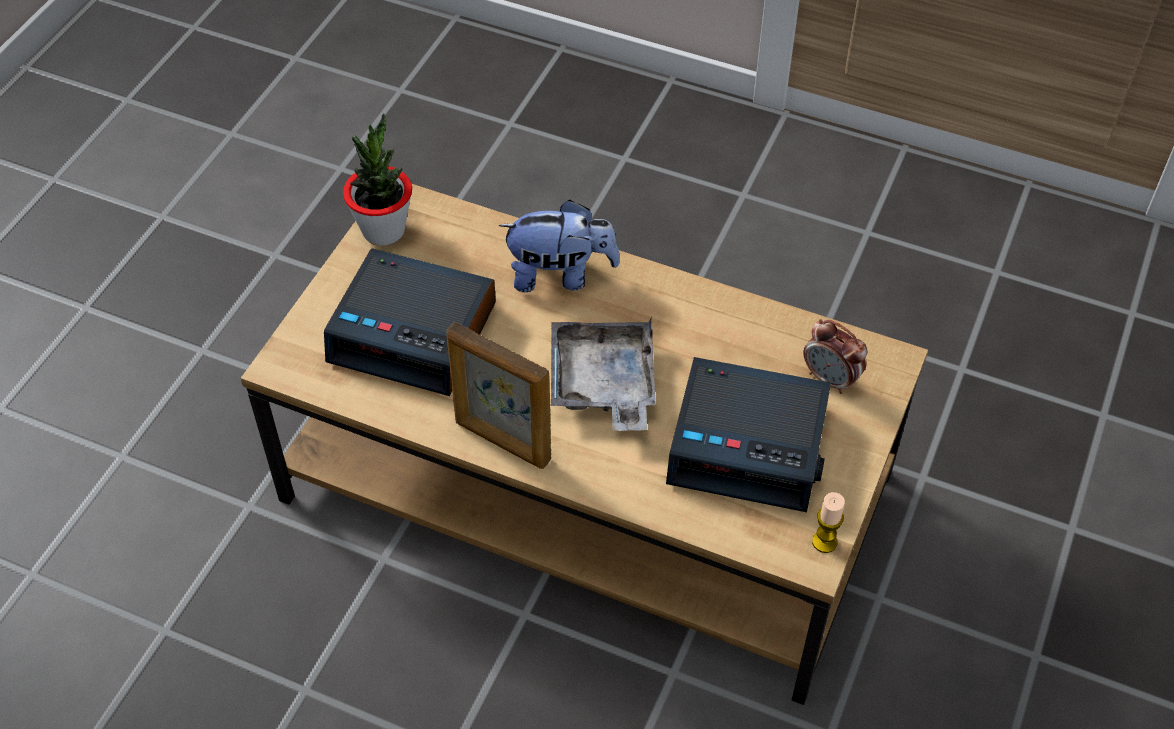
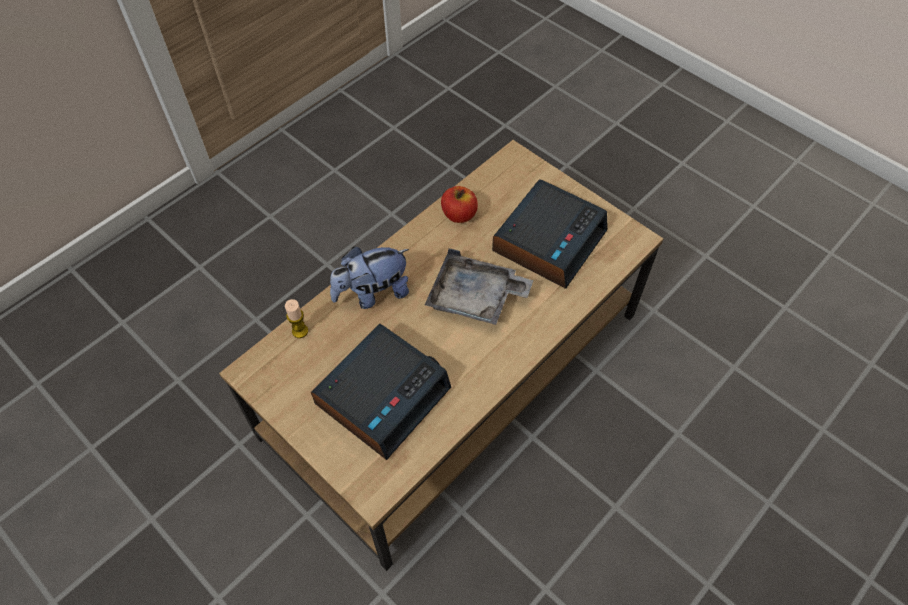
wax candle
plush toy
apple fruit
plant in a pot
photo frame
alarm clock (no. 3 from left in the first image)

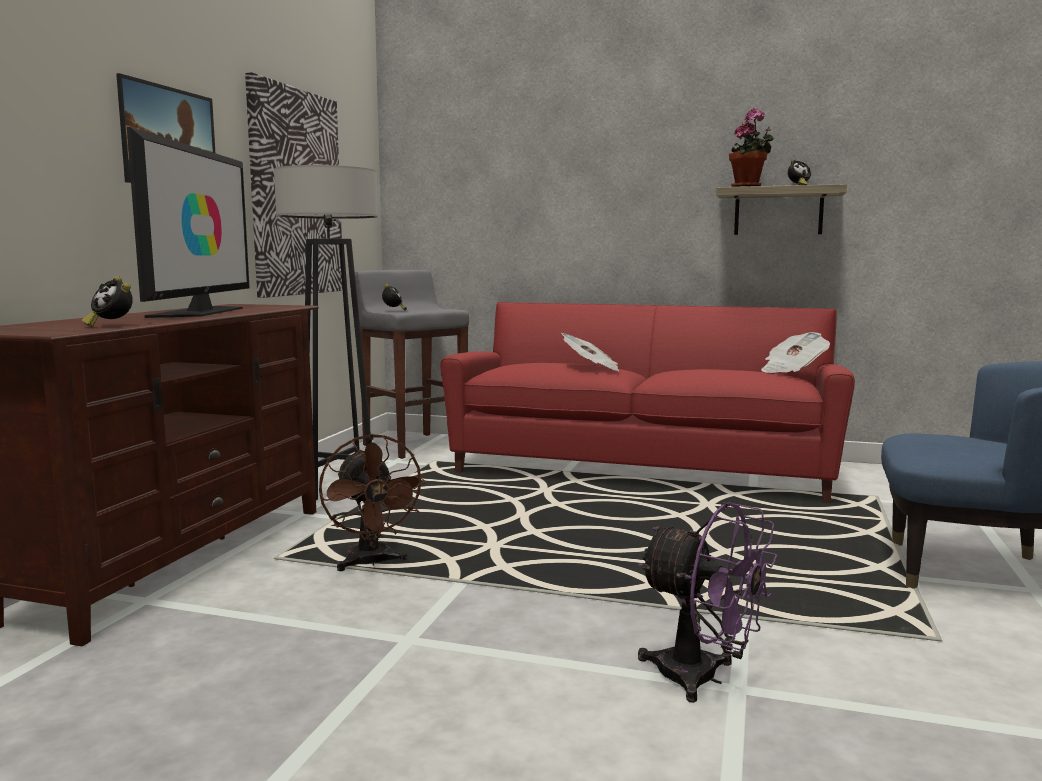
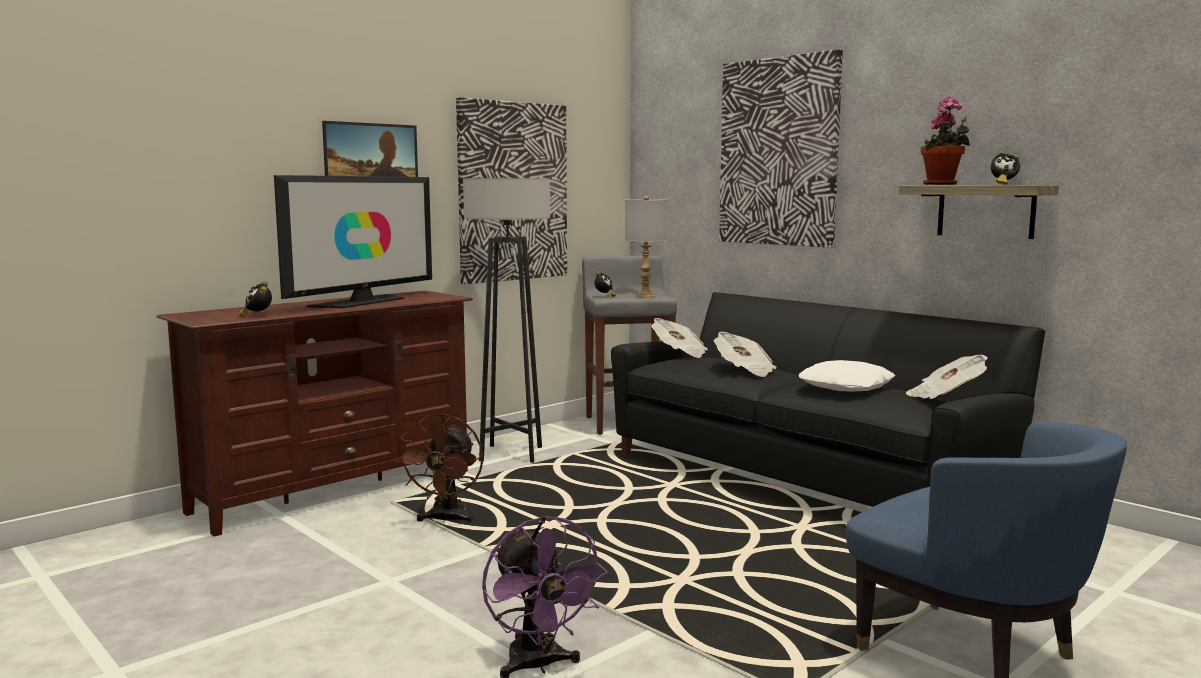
black sofa
grey lamp for a table
printed paper (no. 1 from left)
wall picture (no. 3 from left)
white throw pillow

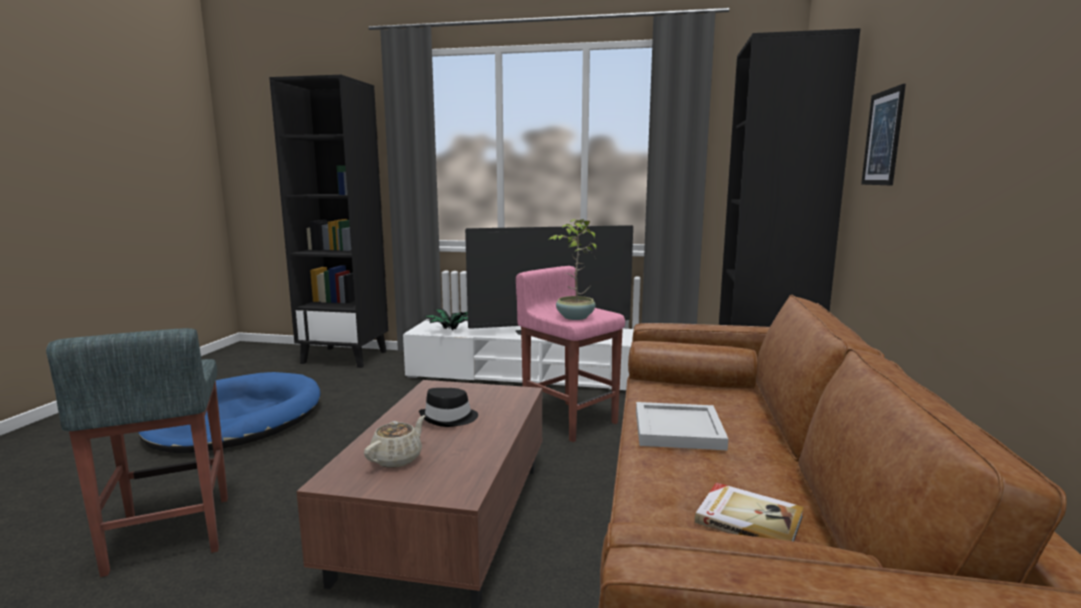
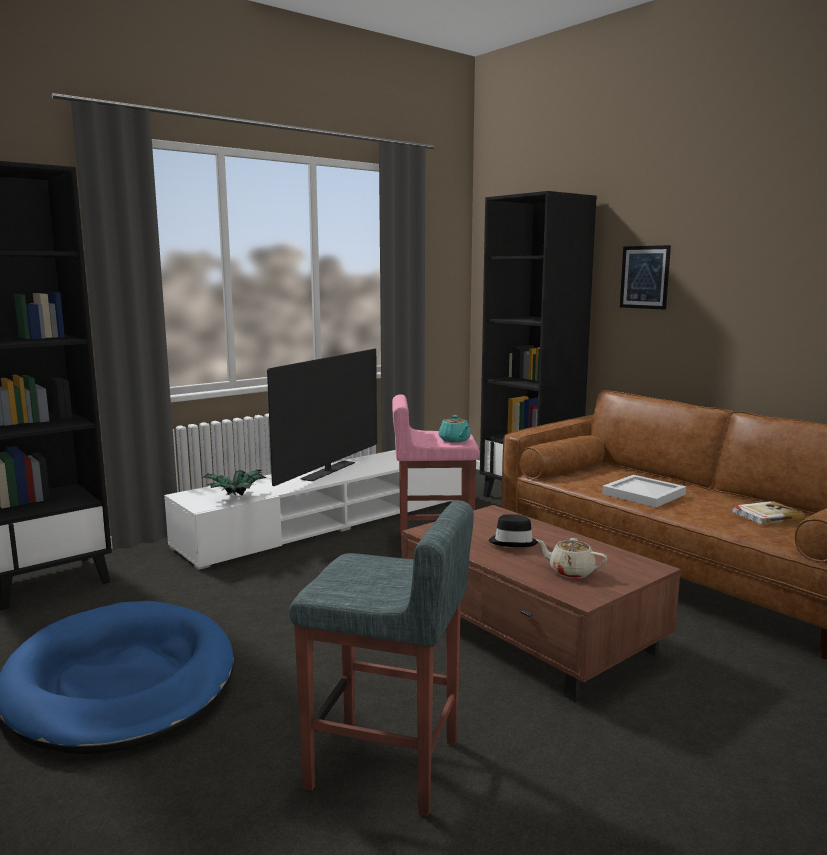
turquoise pot for tea
sand-coloured pot for tea

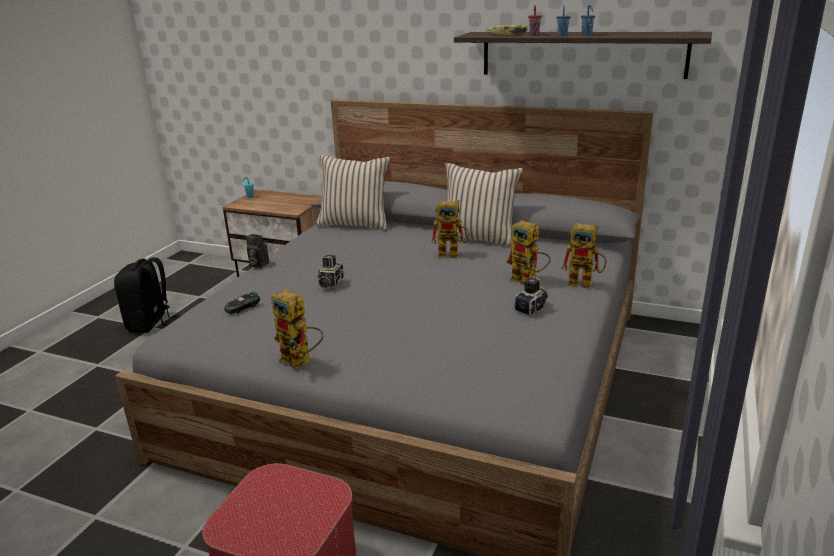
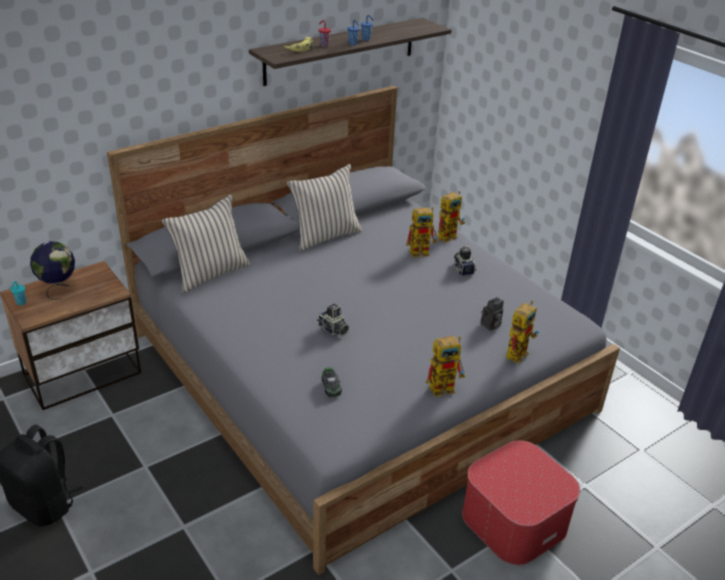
desk globe
still camera (no. 3 from left)
model robot (no. 4 from left)

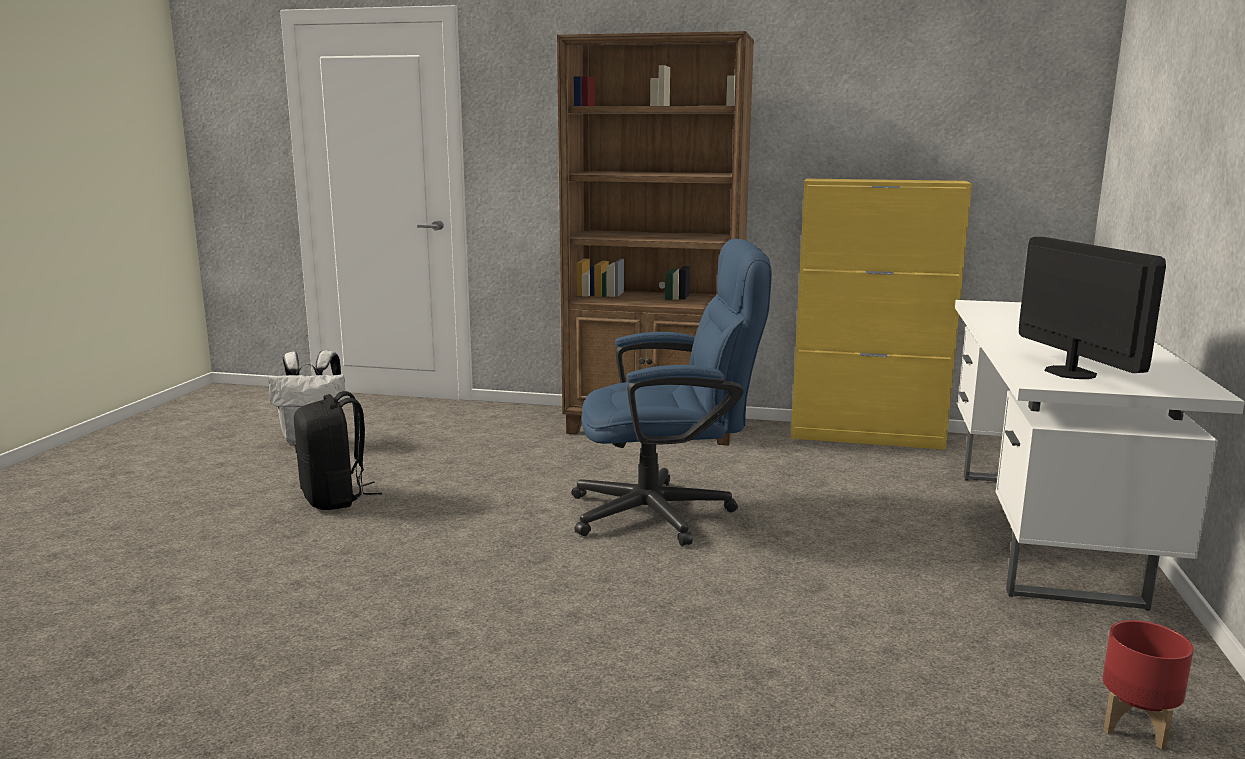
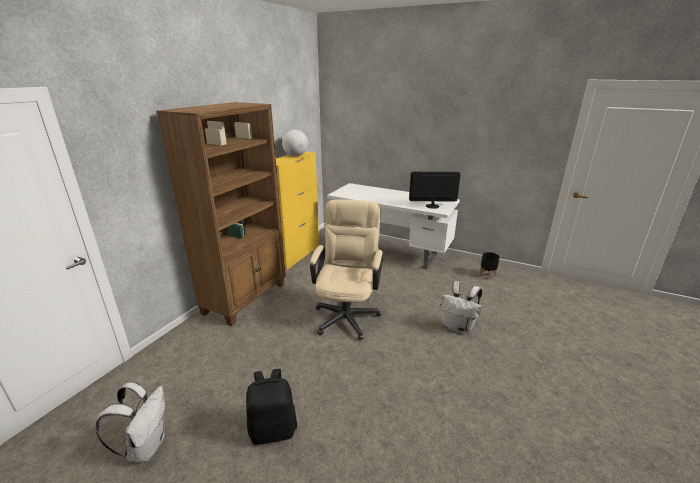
desk globe
sand-coloured desk chair
white backpack (no. 2 from left)
black flower pot

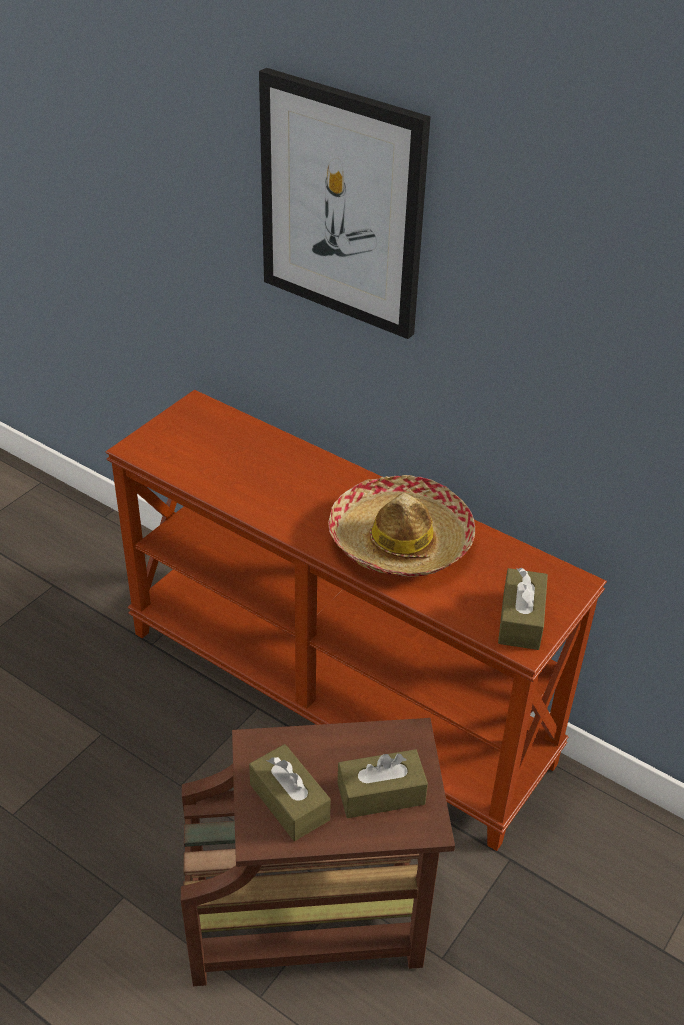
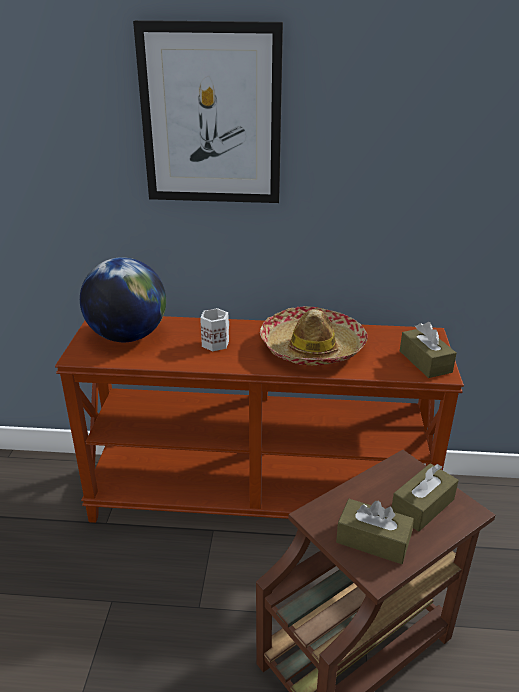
desk globe
white mug

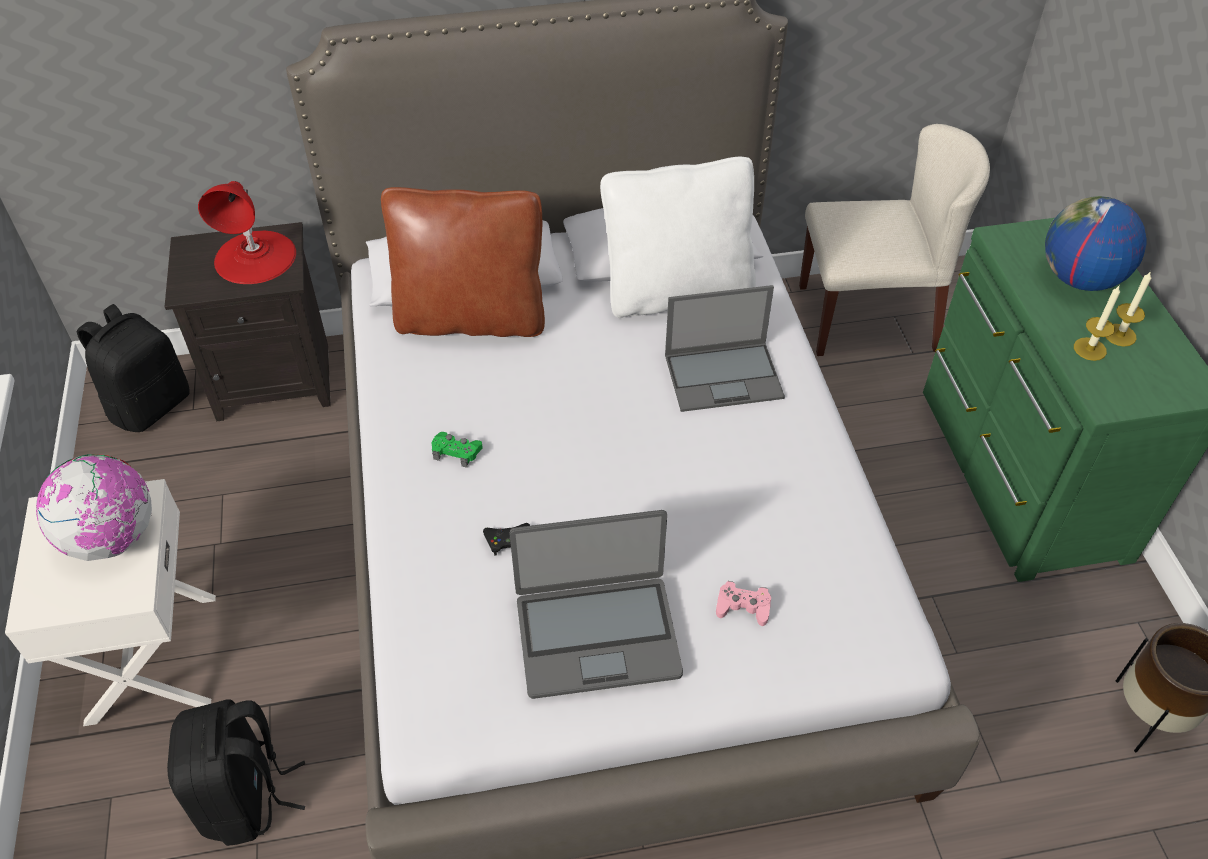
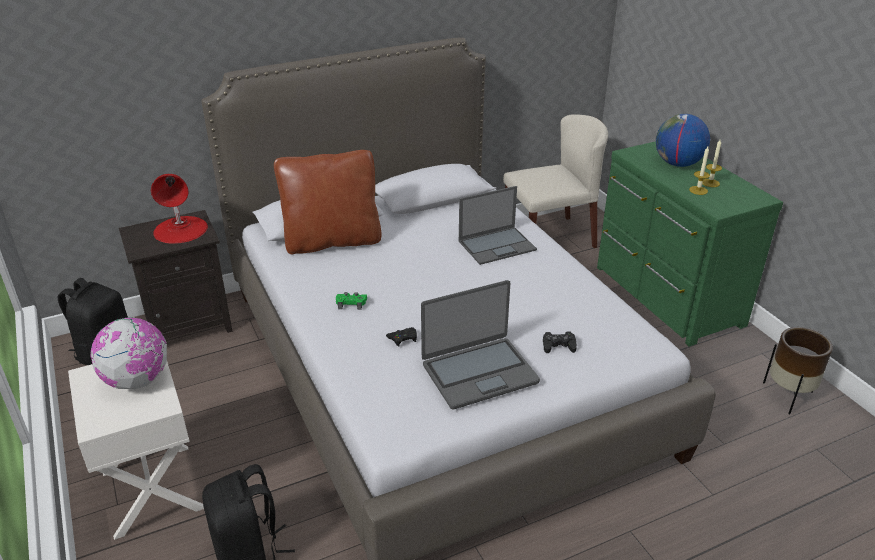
black joypad (no. 2 from left)
white throw pillow

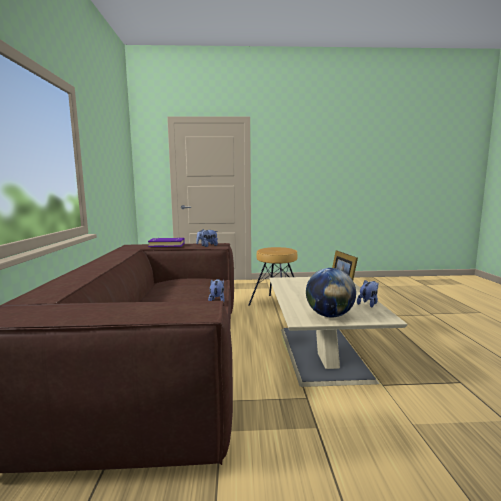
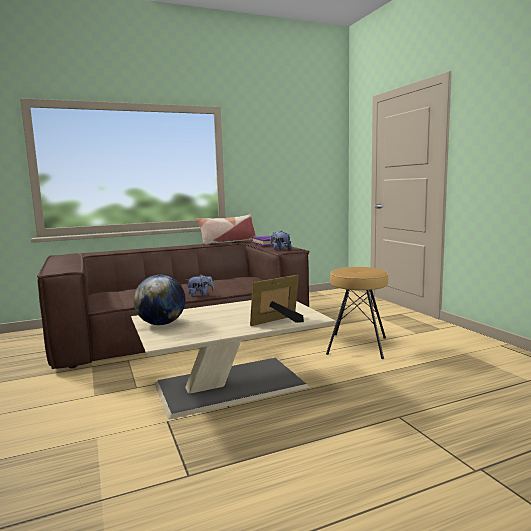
throw pillow
plush toy (no. 3 from left in the first image)

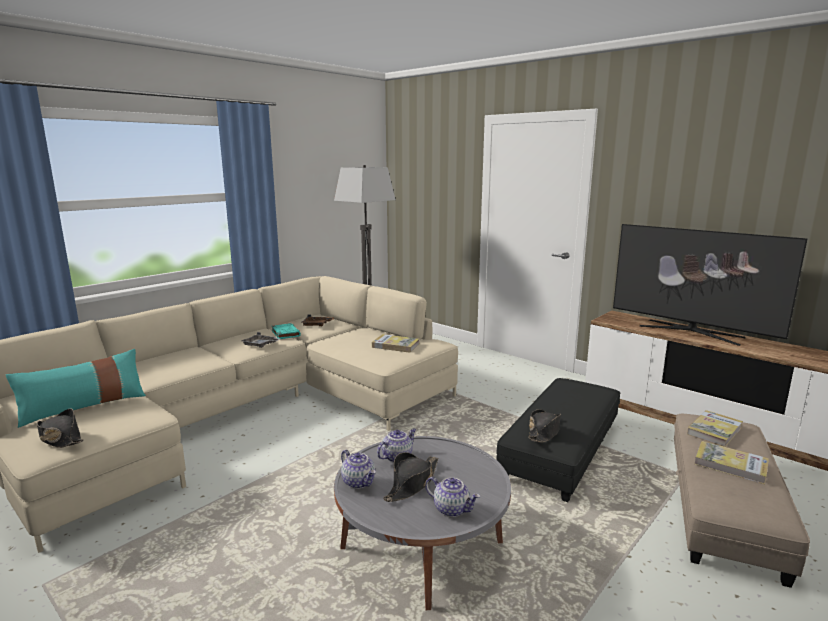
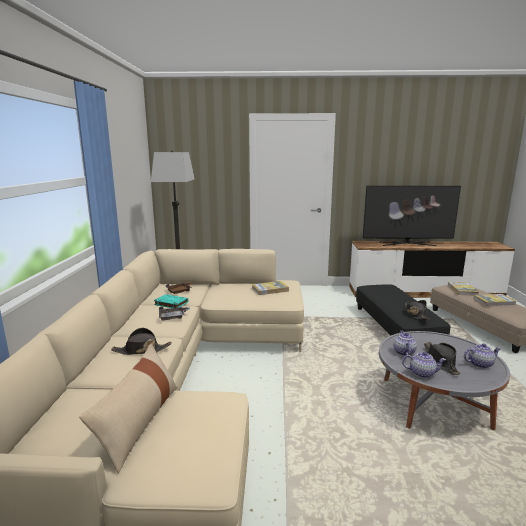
sand-coloured throw pillow
black hat (no. 1 from left)

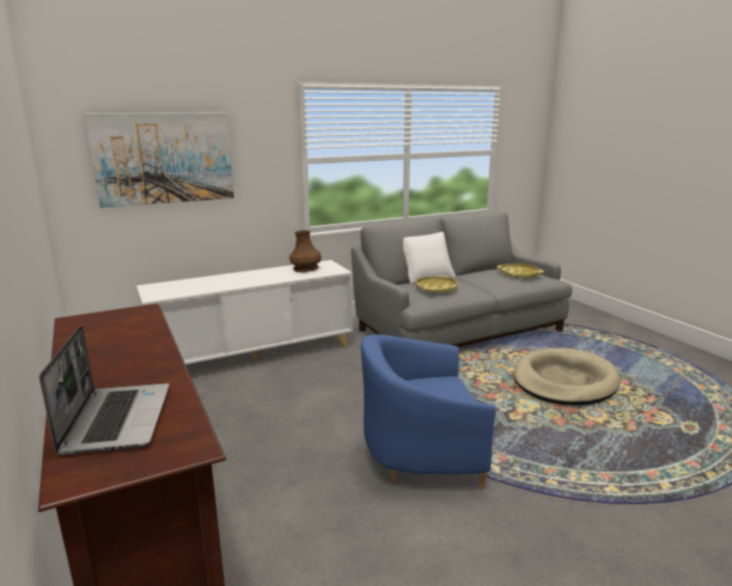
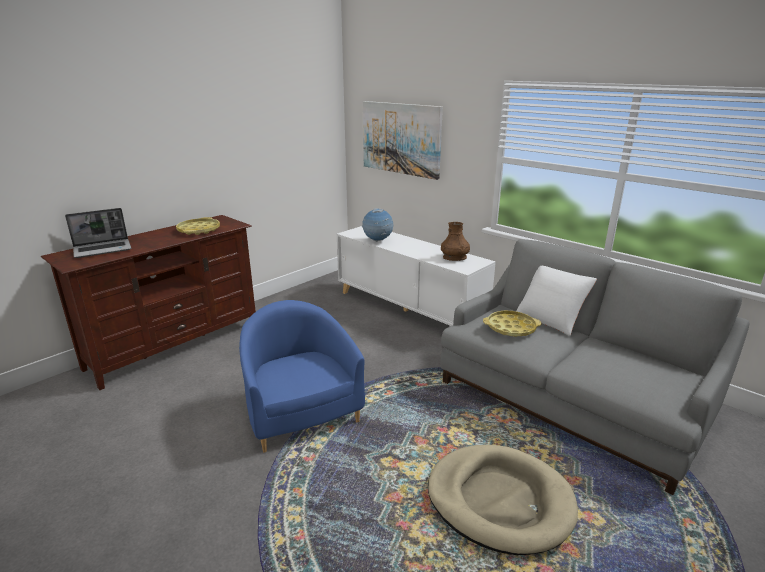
yellow carrying tray (no. 1 from left)
desk globe

